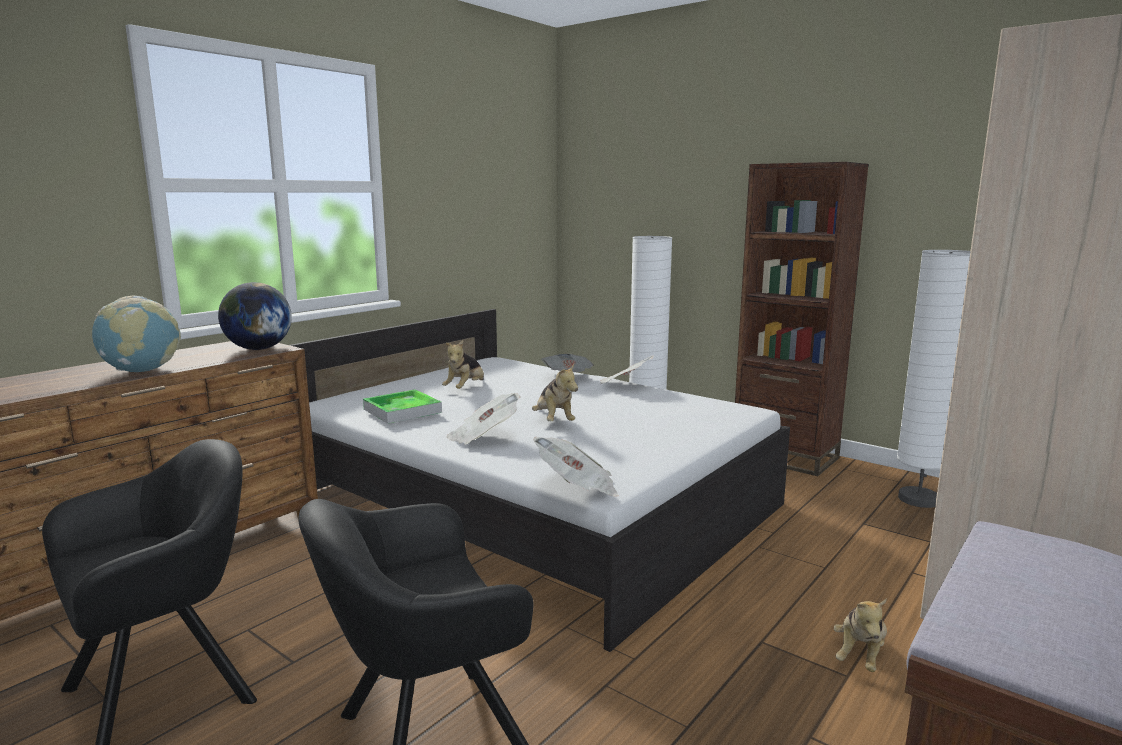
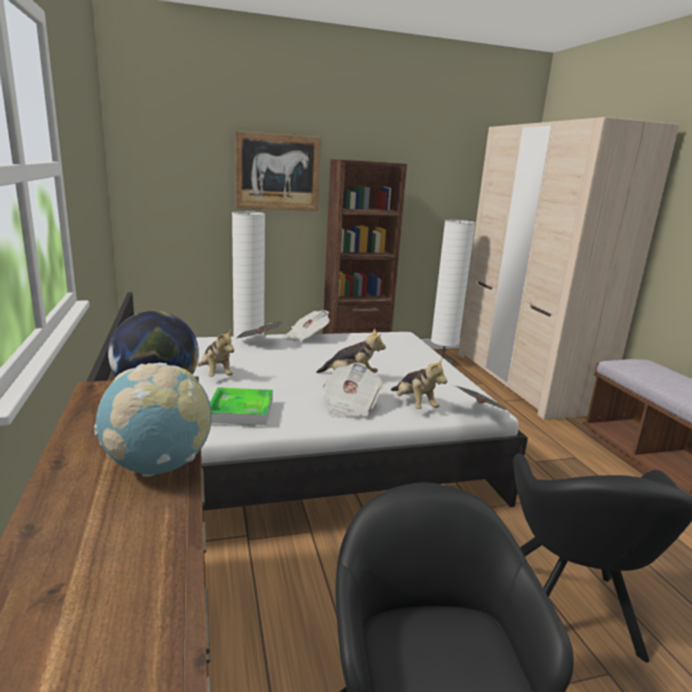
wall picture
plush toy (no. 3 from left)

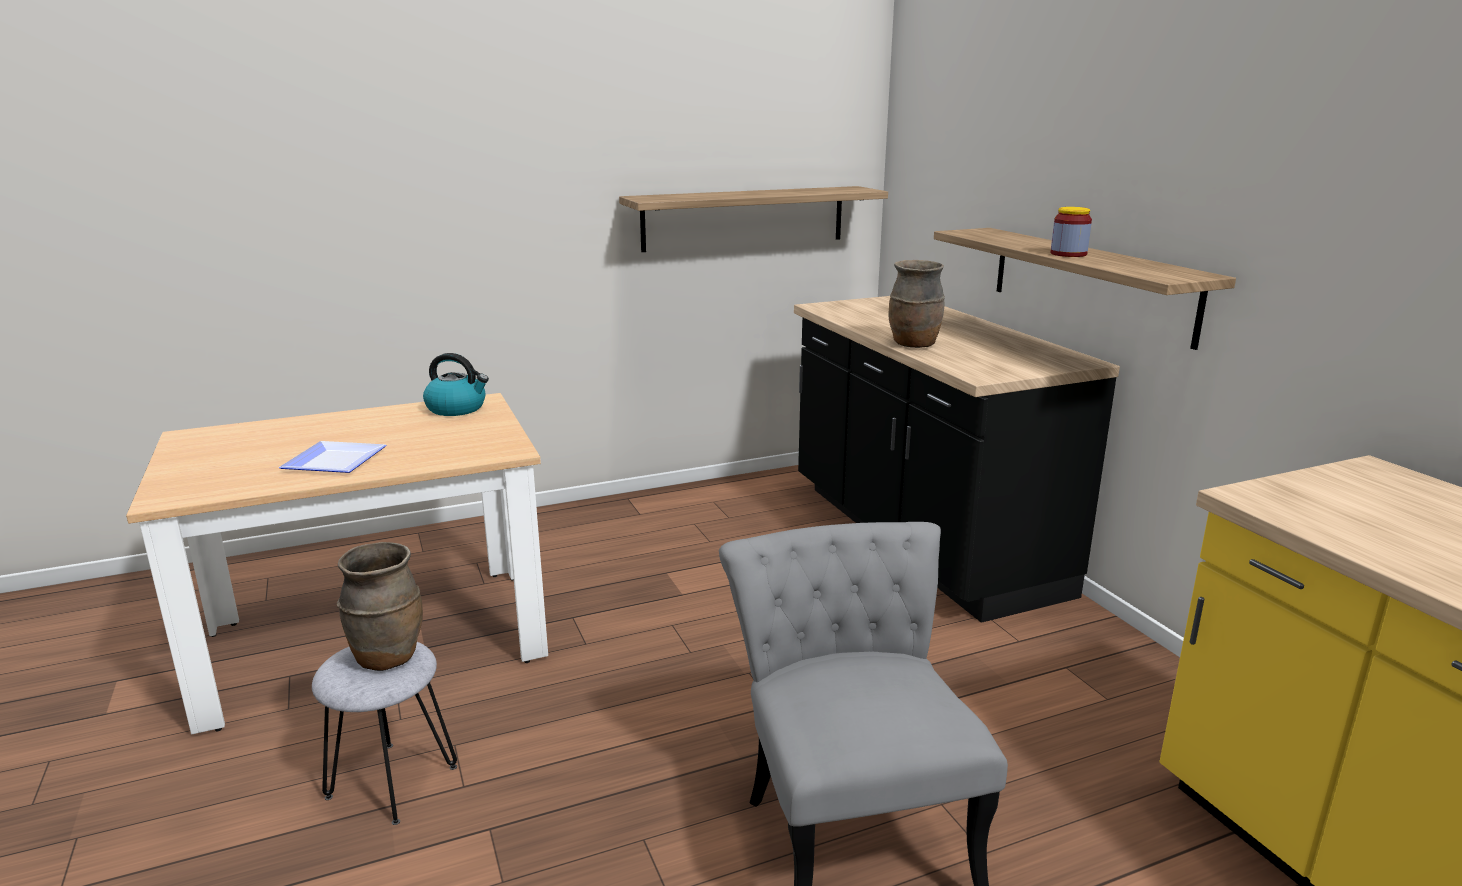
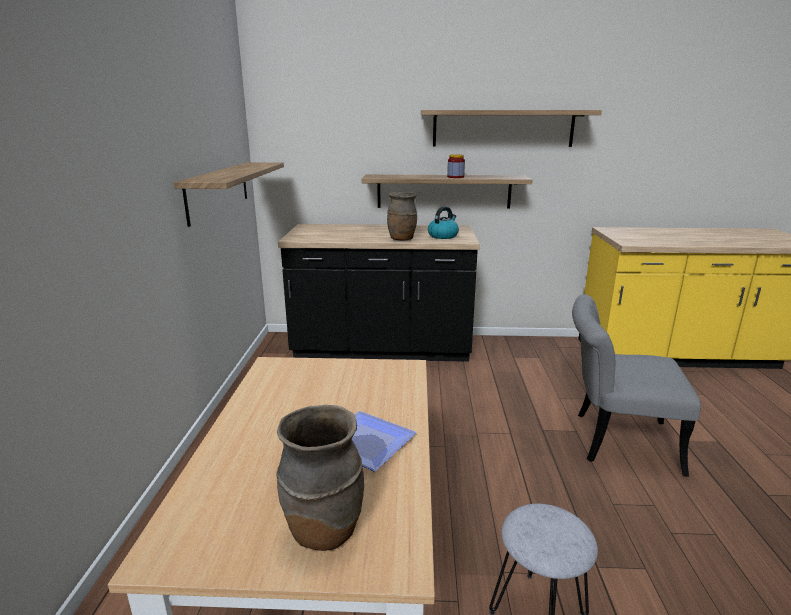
brown vase (no. 1 from left)
wall shelf (no. 3 from left)
kettle

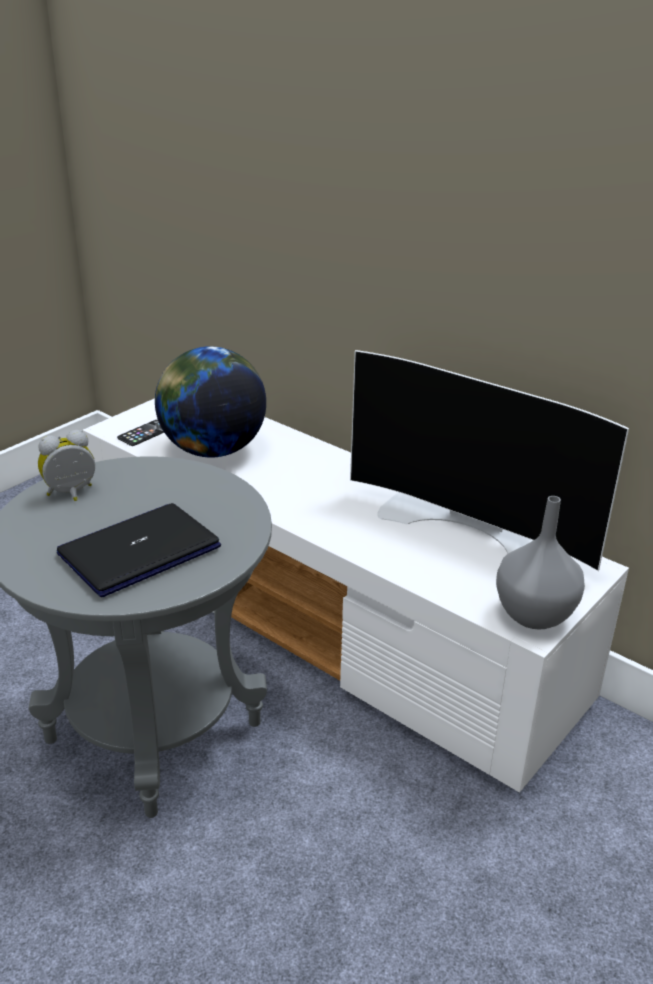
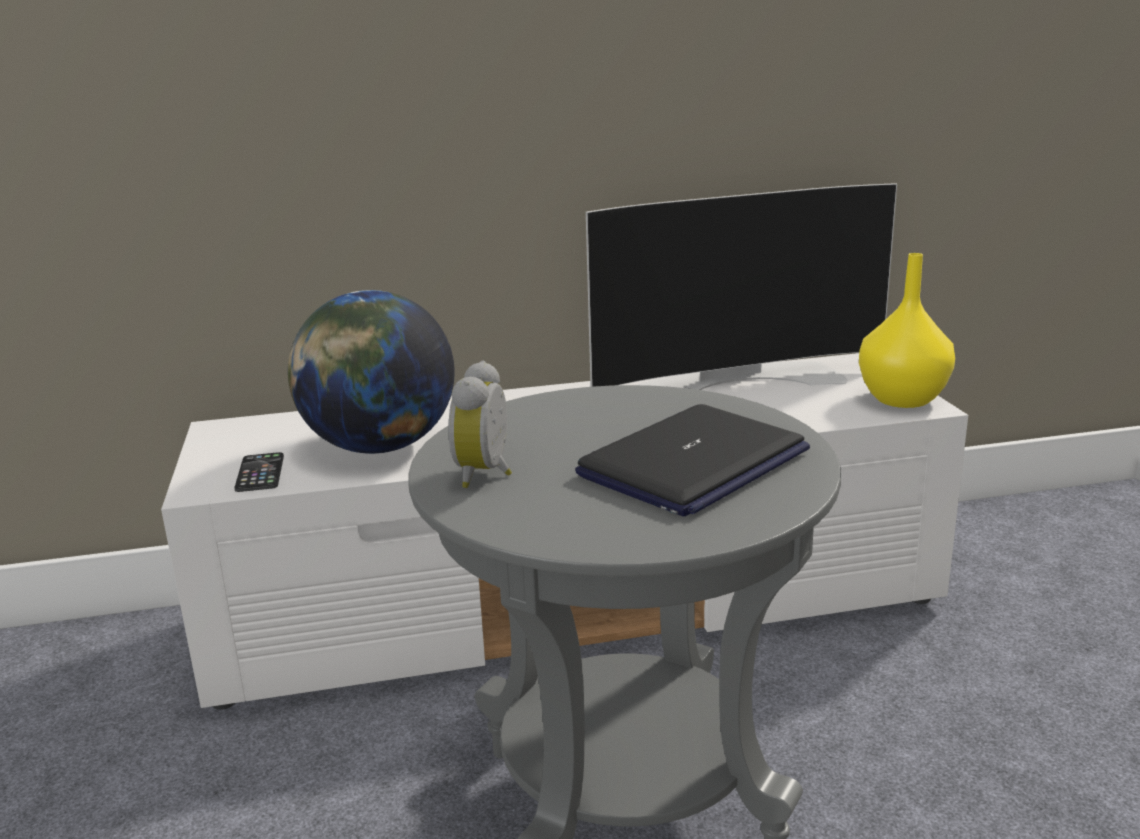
notebook computer
yellow vase

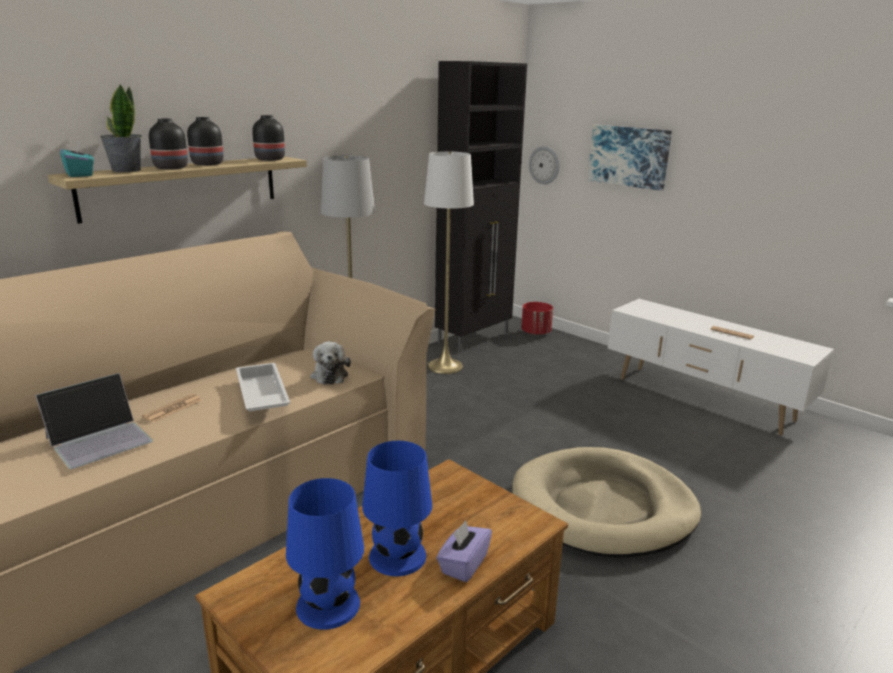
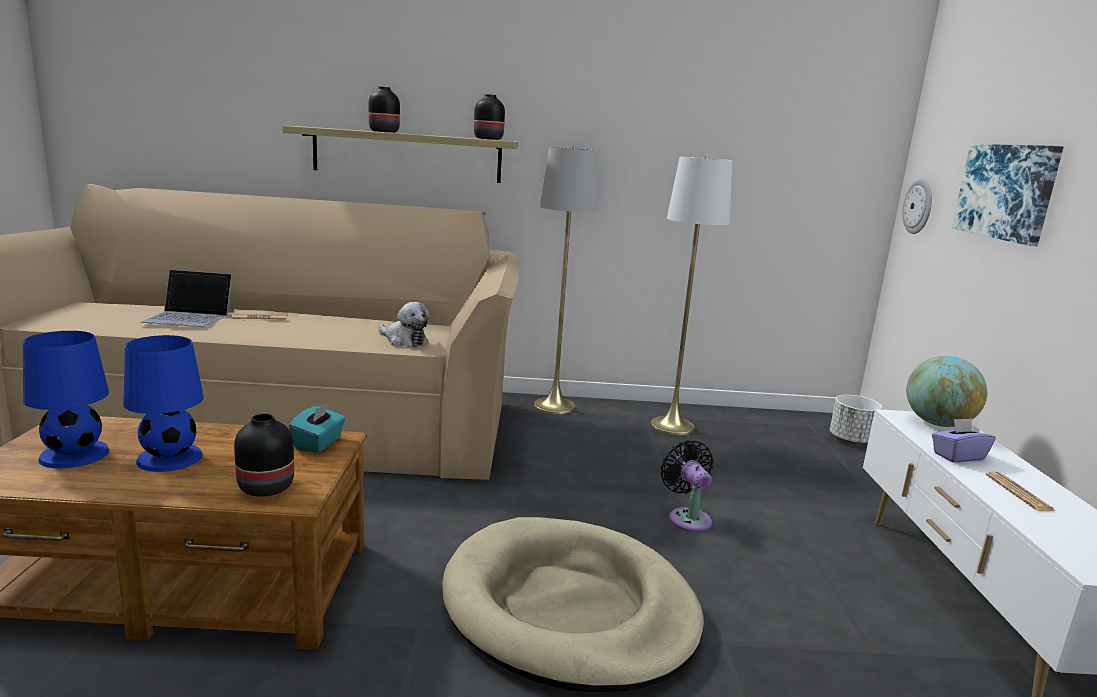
black vase (no. 1 from left)
turquoise tissue box
plush toy
black cooling fan
white flower pot
desk globe
purple tissue box
plant in a pot
white carrying tray
black cupboard

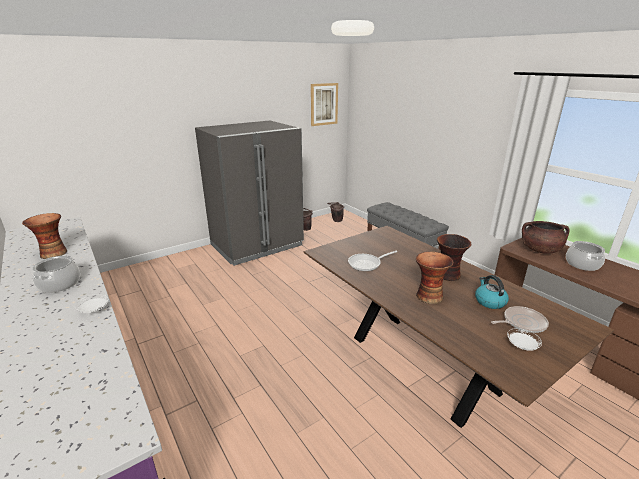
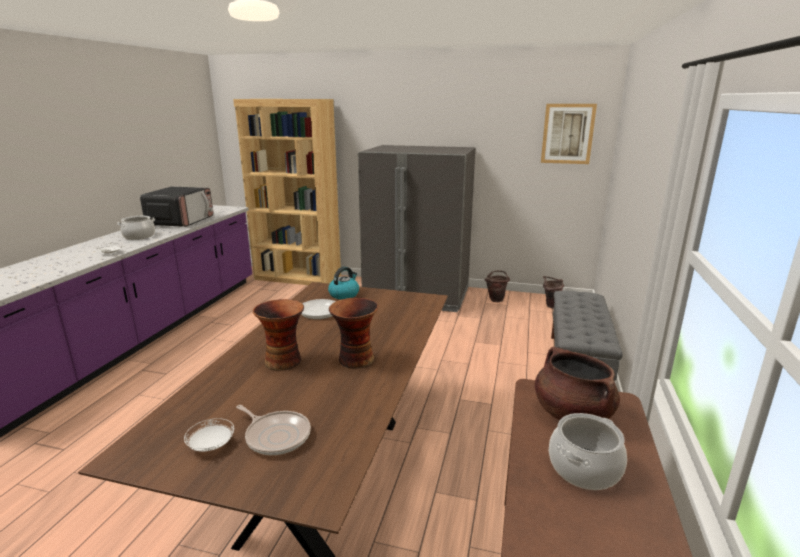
kitchen microwave
brown bookcase
kettle

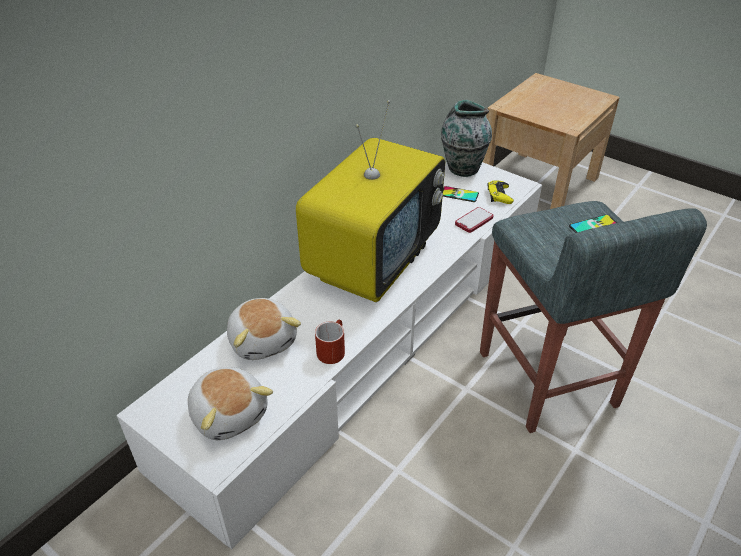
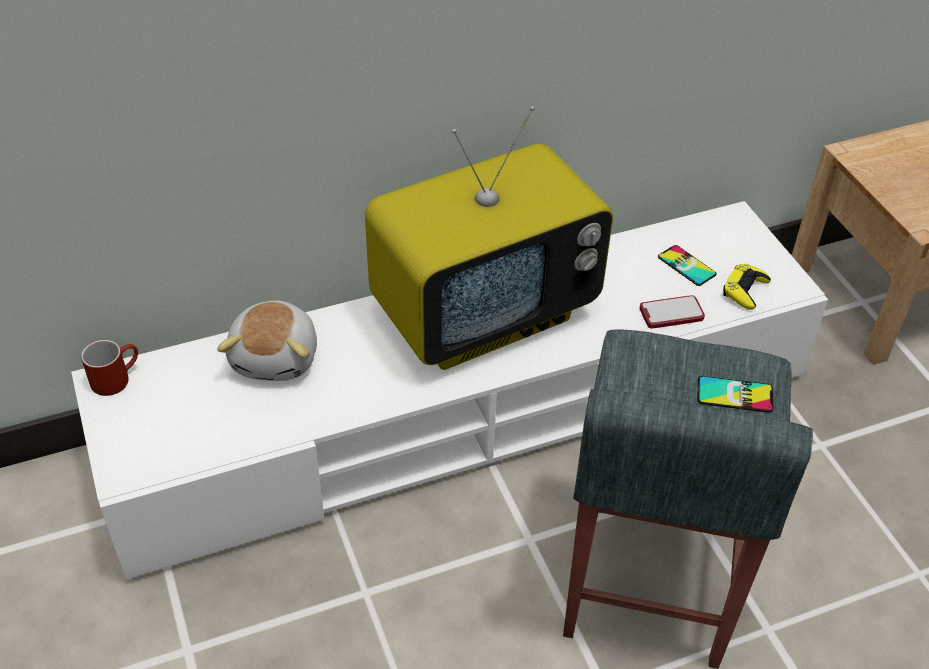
reddish mug
plush toy (no. 1 from left in the first image)
vase

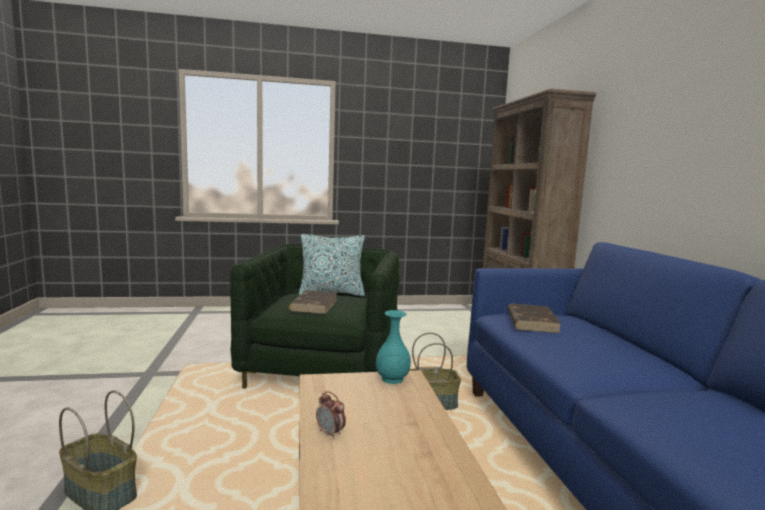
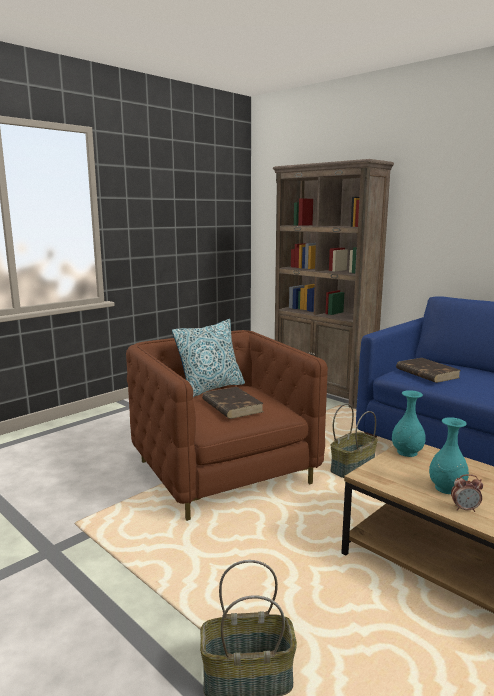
brown easy chair
turquoise vase (no. 2 from left)

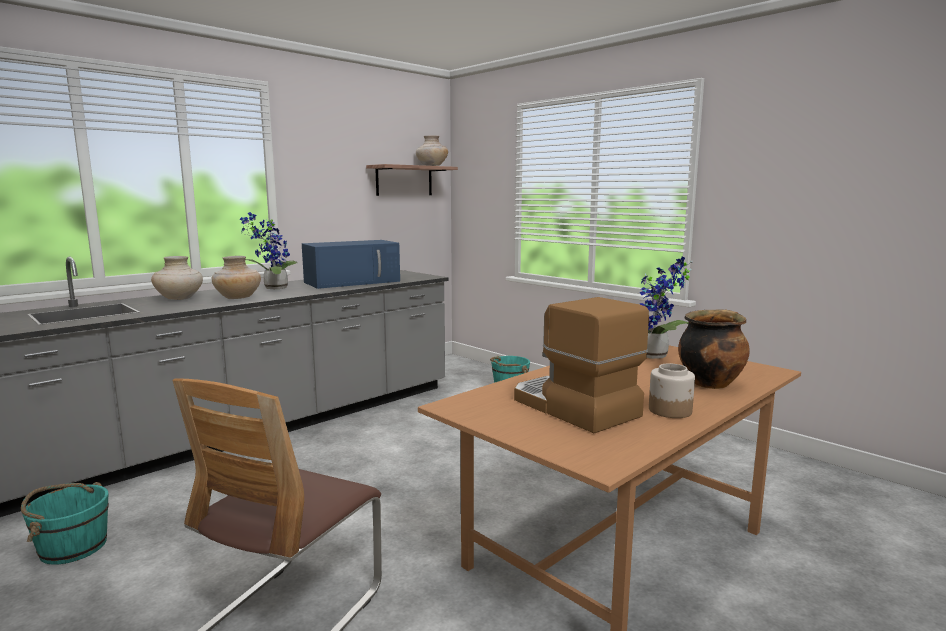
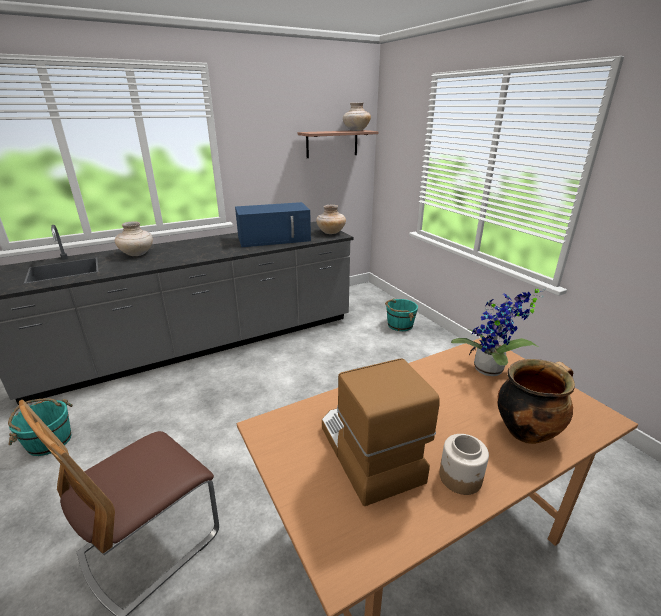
sand-coloured vase (no. 2 from left)
plant in a pot (no. 1 from left in the first image)

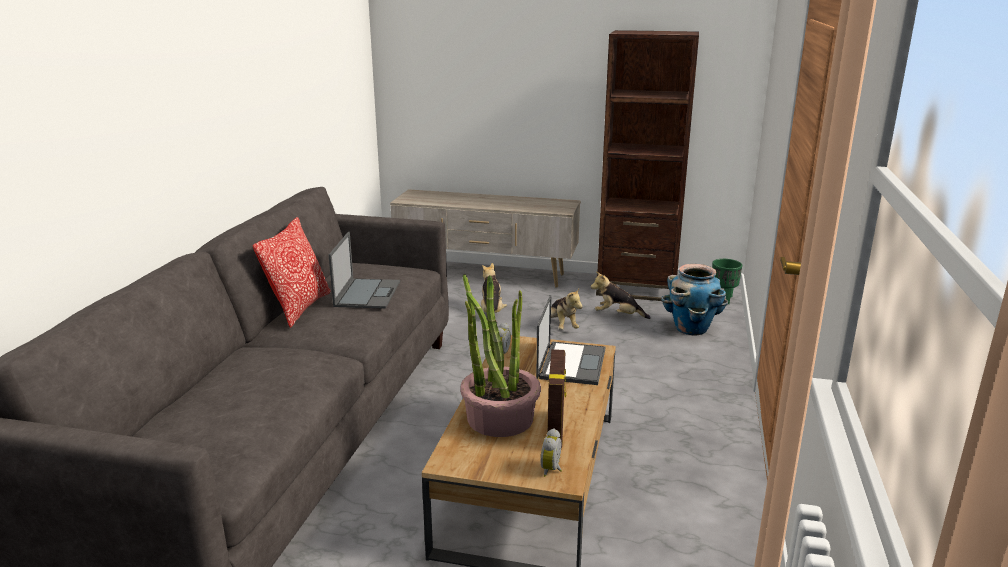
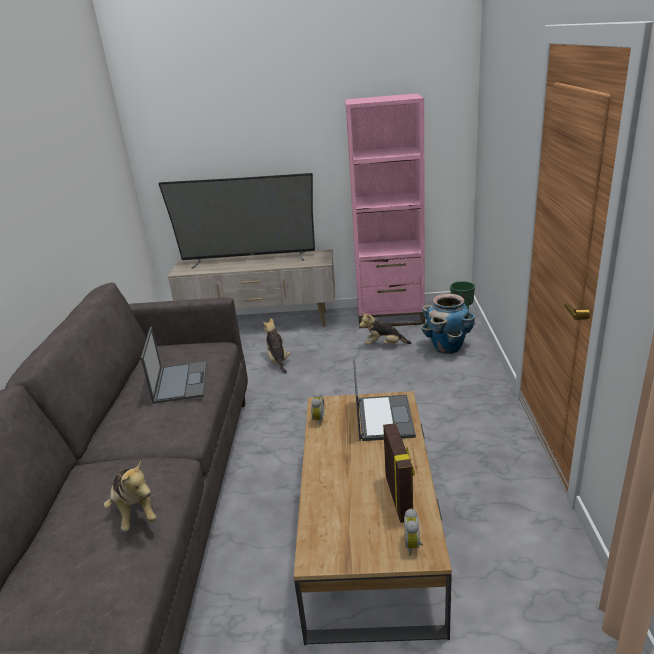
plush toy (no. 1 from left)
TV
pink bookcase
throw pillow
plant in a pot

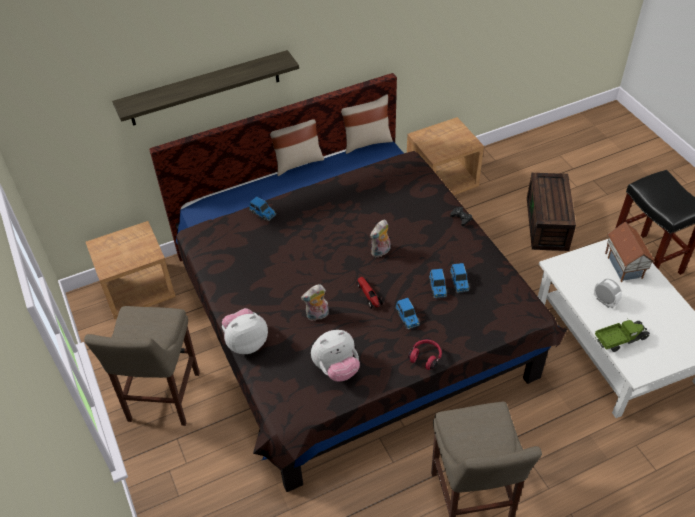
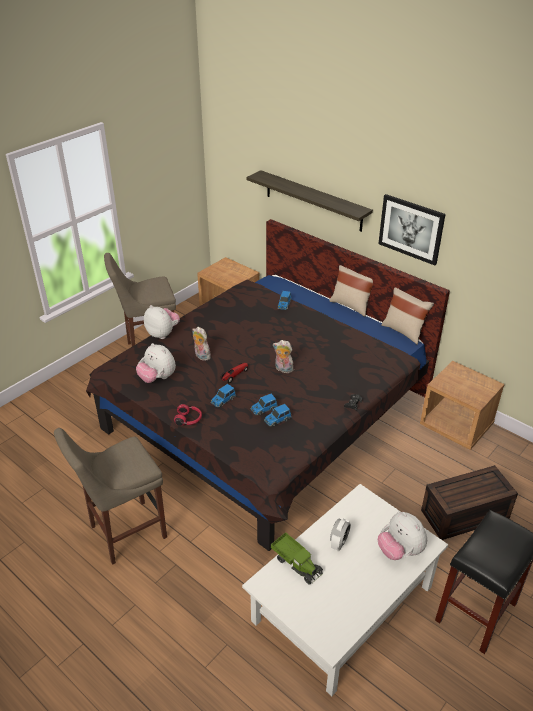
wall picture
plush toy (no. 5 from left)

